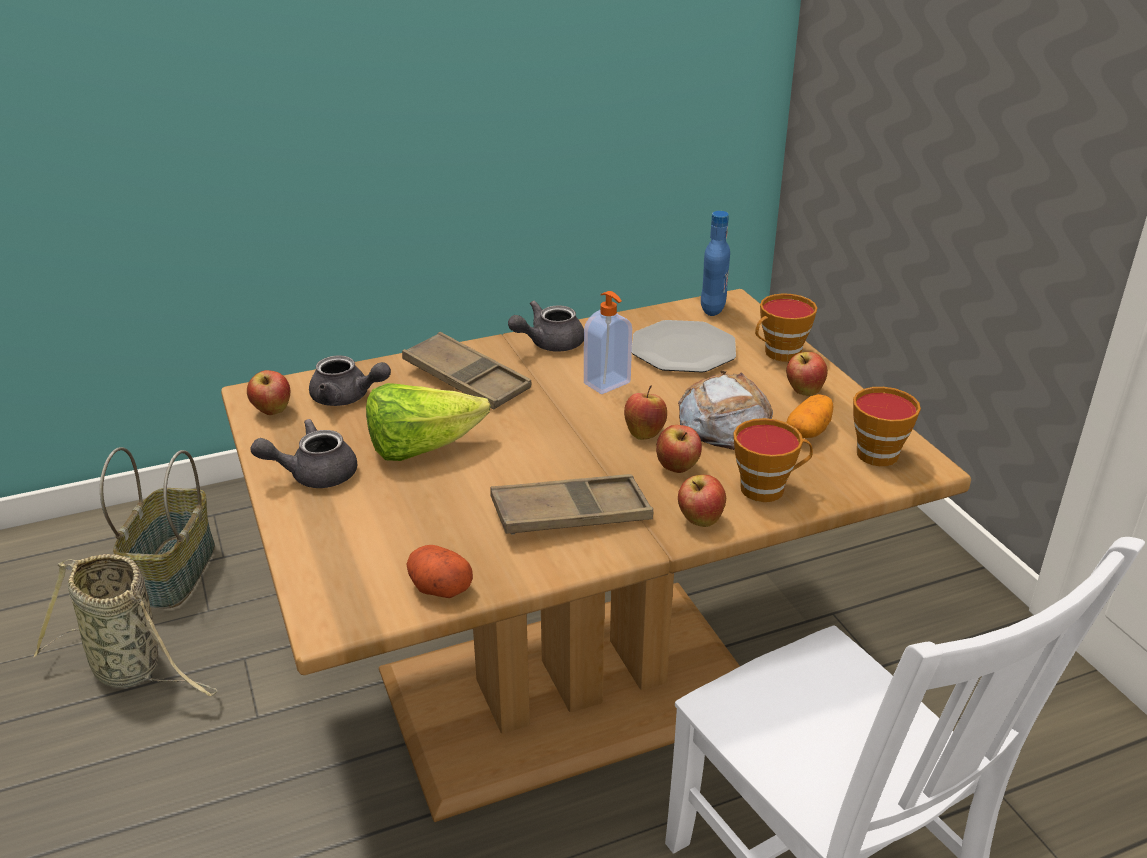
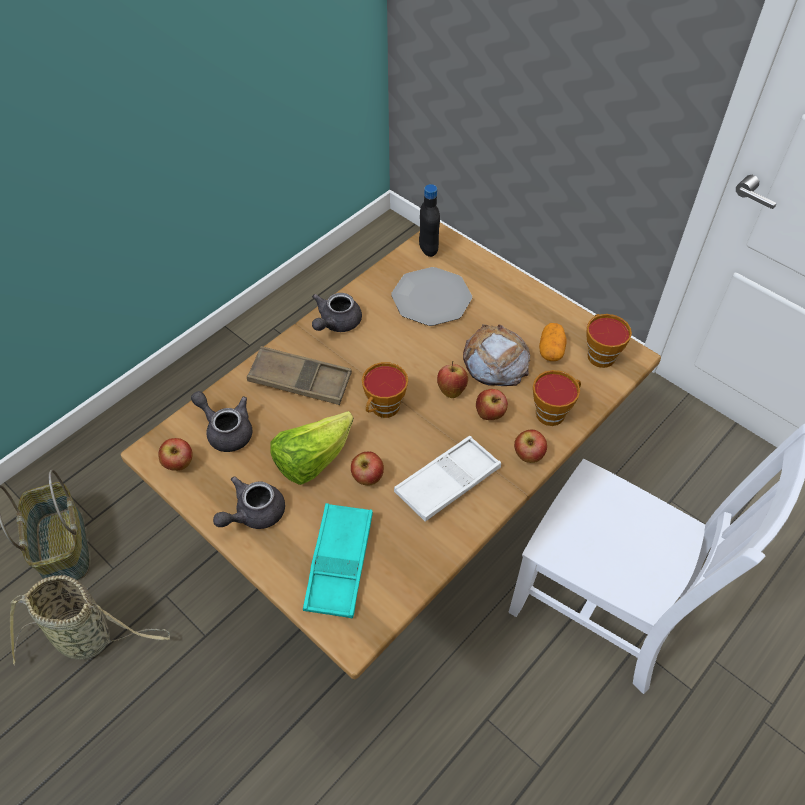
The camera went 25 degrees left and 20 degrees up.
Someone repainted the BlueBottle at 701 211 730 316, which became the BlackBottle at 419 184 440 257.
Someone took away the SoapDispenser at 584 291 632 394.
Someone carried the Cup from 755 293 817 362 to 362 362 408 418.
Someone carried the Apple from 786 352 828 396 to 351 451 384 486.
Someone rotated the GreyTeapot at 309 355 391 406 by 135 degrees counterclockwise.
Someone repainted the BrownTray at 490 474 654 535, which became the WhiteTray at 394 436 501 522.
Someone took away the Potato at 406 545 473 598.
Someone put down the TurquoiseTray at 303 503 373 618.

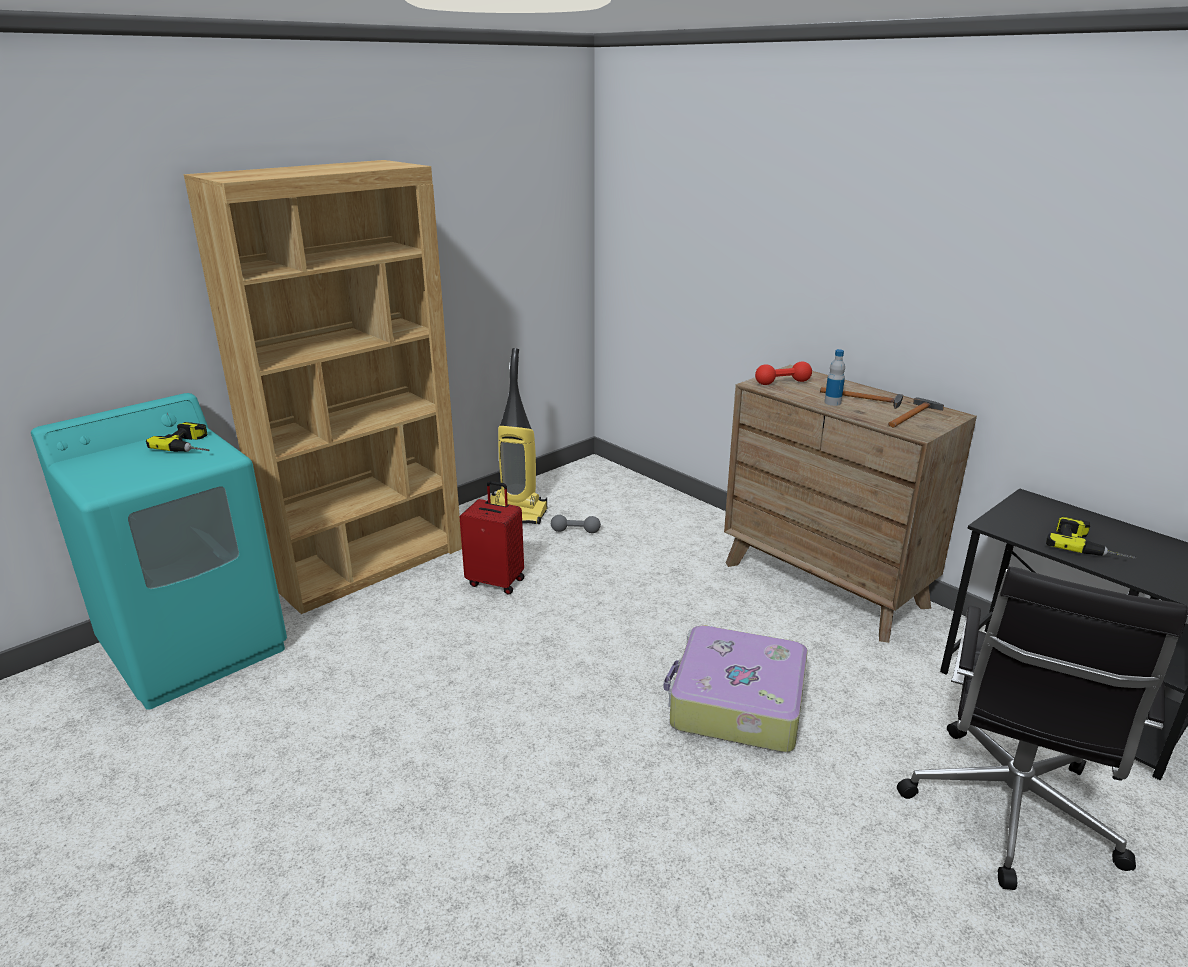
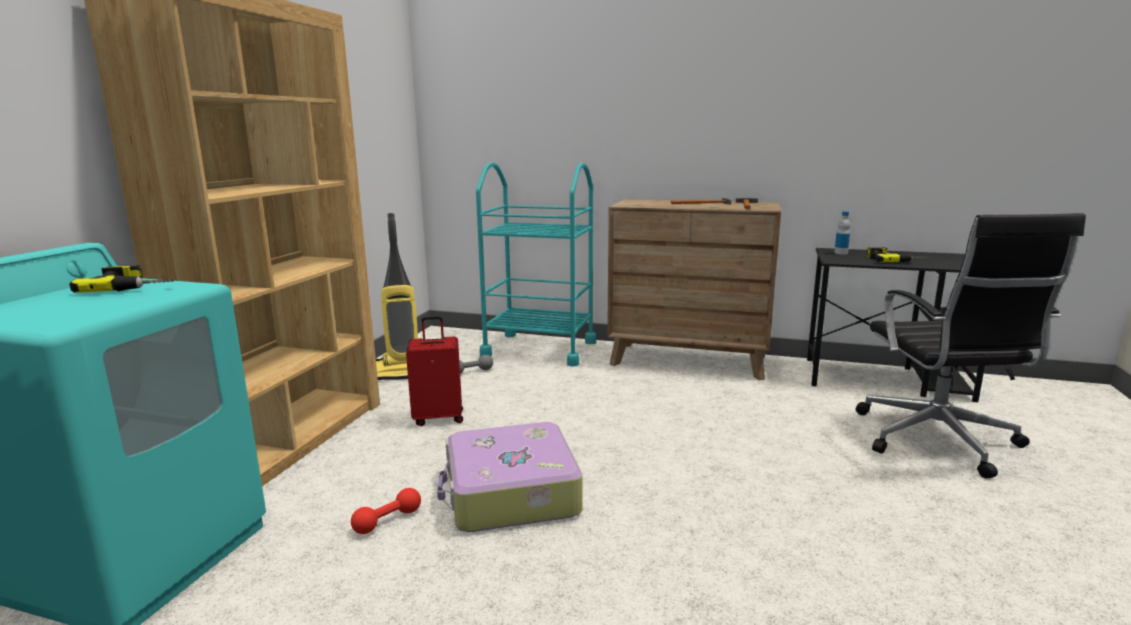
The camera went 30 degrees left and 10 degrees down.
Someone carried the Bottle from 824 349 845 406 to 834 211 850 254.
Someone carried the RedDumbbell from 755 362 812 385 to 351 488 421 534.
Someone carried the Suitcase from 663 626 808 752 to 437 422 583 532.
Someone put down the TurquoiseCart at 476 162 596 366.

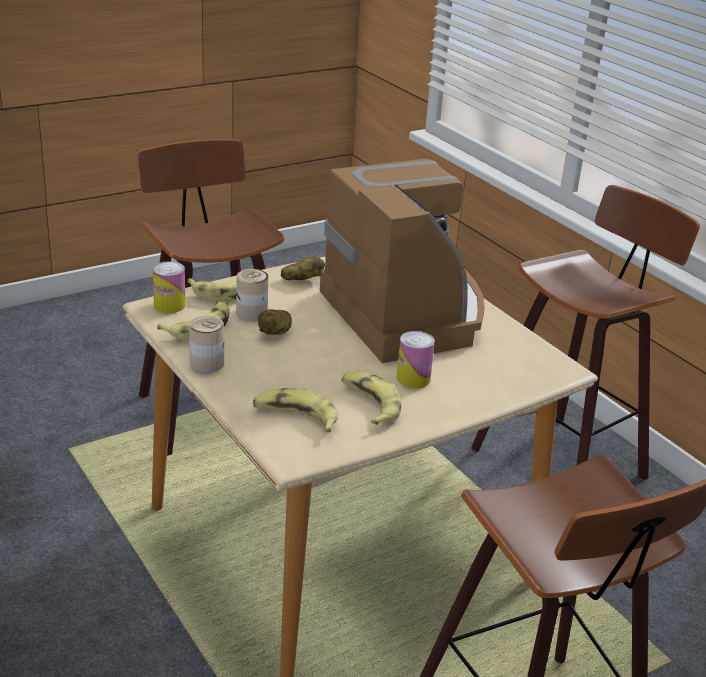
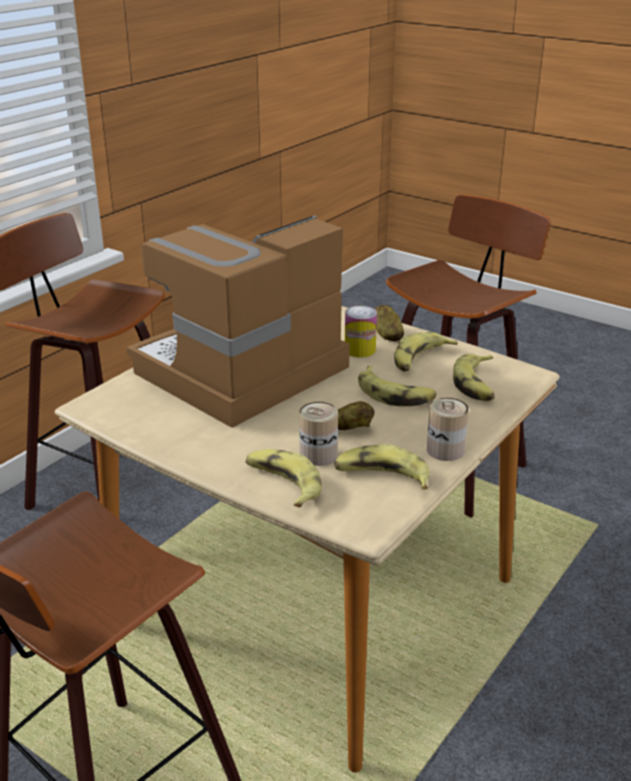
The camera went 110 degrees left and 0 degrees up.
Someone carried the Potato from 281 256 325 280 to 375 305 404 341.
Someone took away the Can at 153 261 186 313.
Someone put down the Banana at 358 365 436 406.

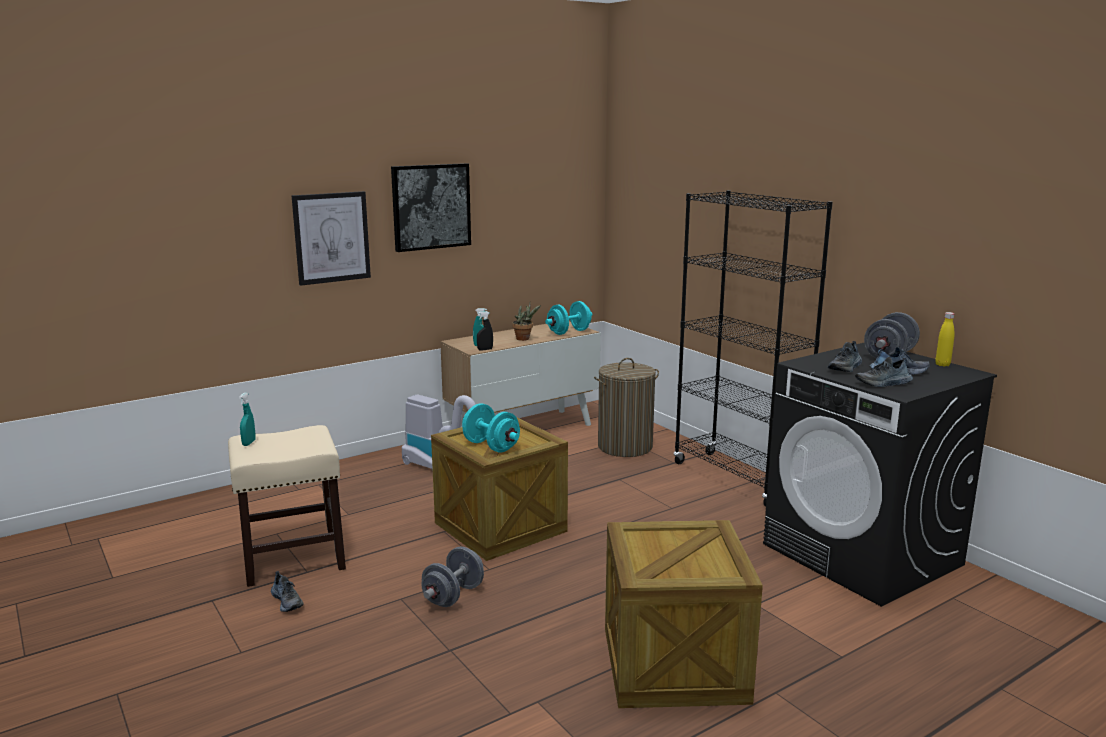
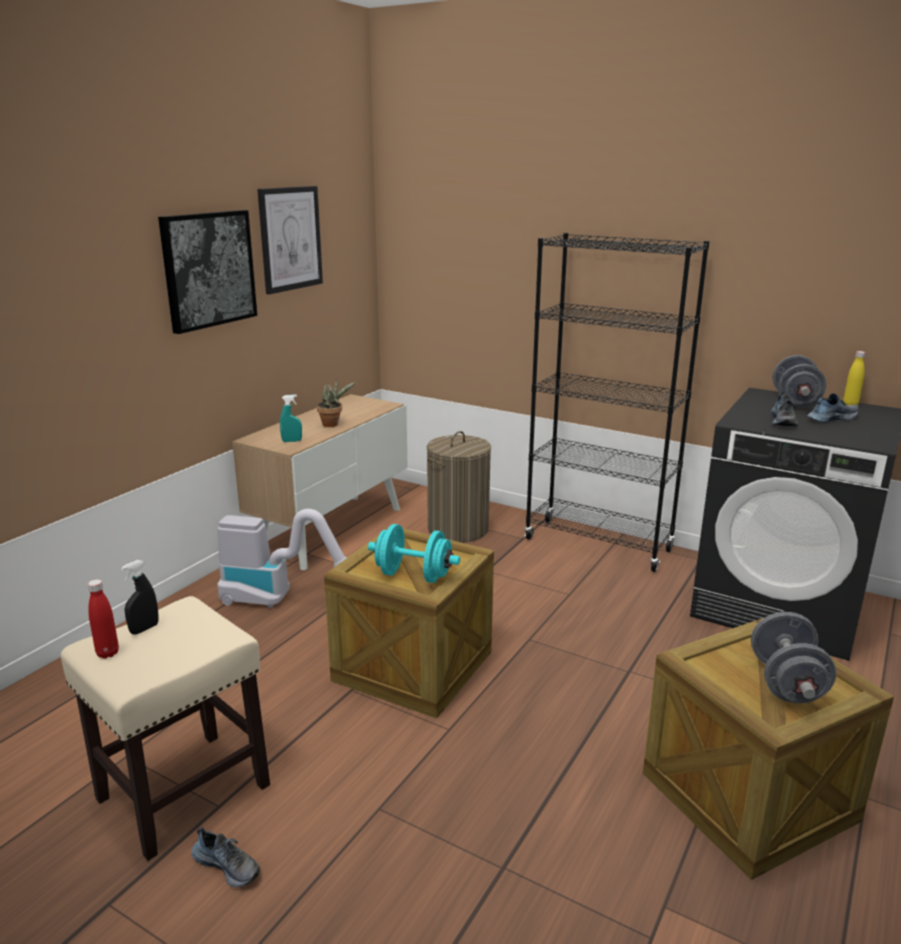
The camera went 25 degrees left and 5 degrees up.
Someone carried the Picture from 292 191 371 286 to 258 186 323 294.
Someone took away the TurquoiseDumbbell at 545 301 592 335.
Someone carried the BlackSprayBottle from 477 311 493 350 to 121 560 158 635.
Someone took away the Shoe at 855 357 913 387.
Someone swapped the TurquoiseSprayBottle at 239 392 256 446 for the RedBottle at 88 579 119 659.
Someone carried the GreyDumbbell from 421 547 484 607 to 751 612 837 703.

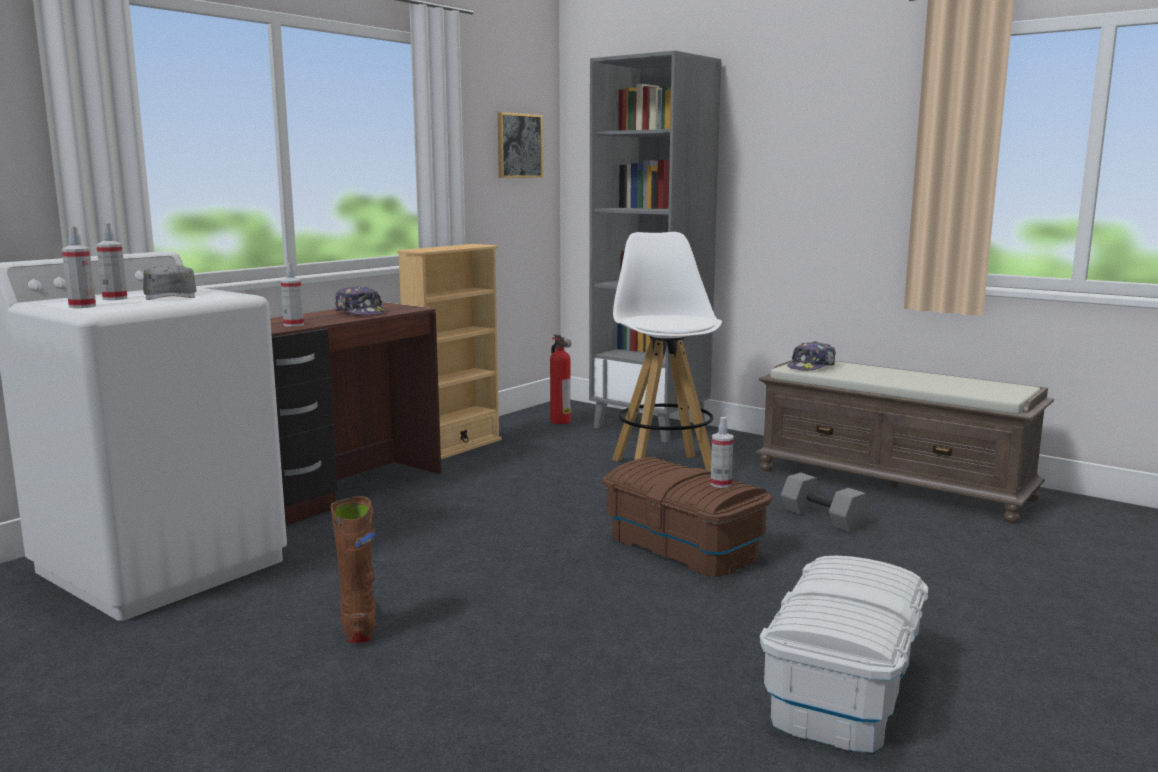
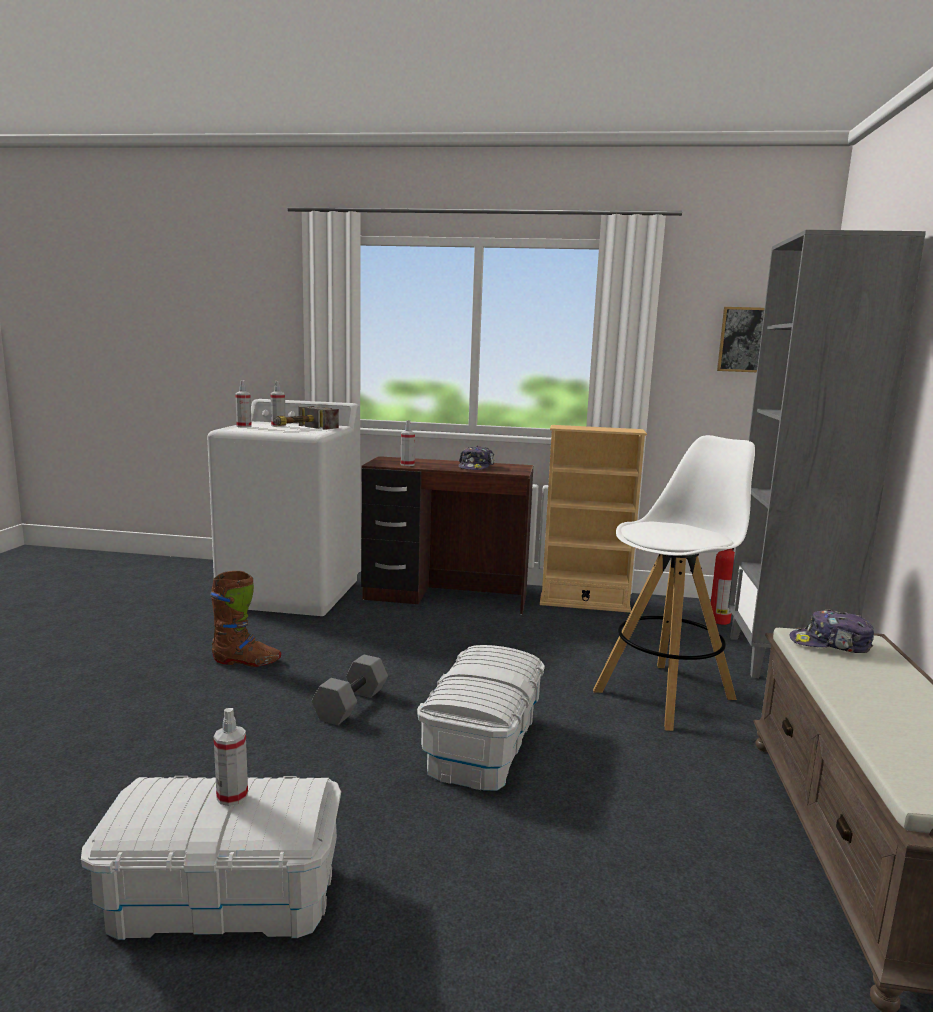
The camera went 60 degrees right and 0 degrees up.
Someone swapped the GreyCap at 143 264 196 300 for the Hammer at 273 406 339 430.
Someone carried the SprayBottle from 711 417 733 488 to 214 708 248 806.
Someone repainted the BrownStorageBox at 602 457 772 578, which became the WhiteStorageBox at 417 645 545 791.
Someone carried the GreyDumbbell from 781 473 870 533 to 312 654 388 725.
Someone rotated the BrownBoot at 331 496 376 643 by 45 degrees clockwise.

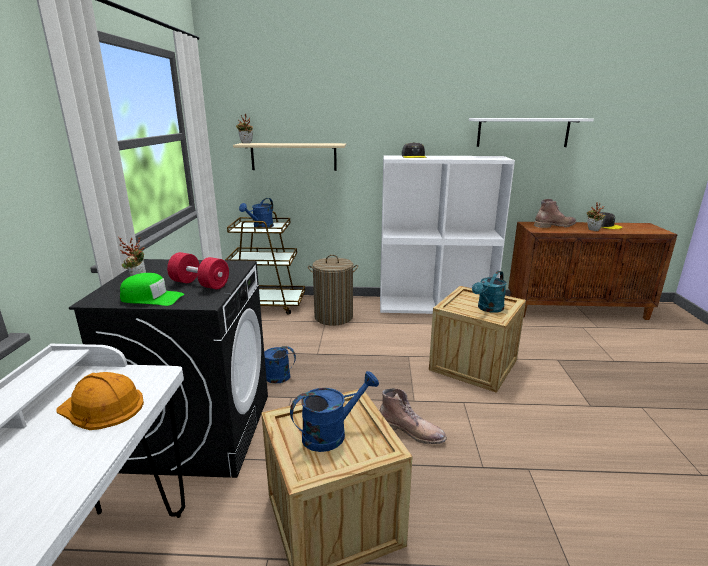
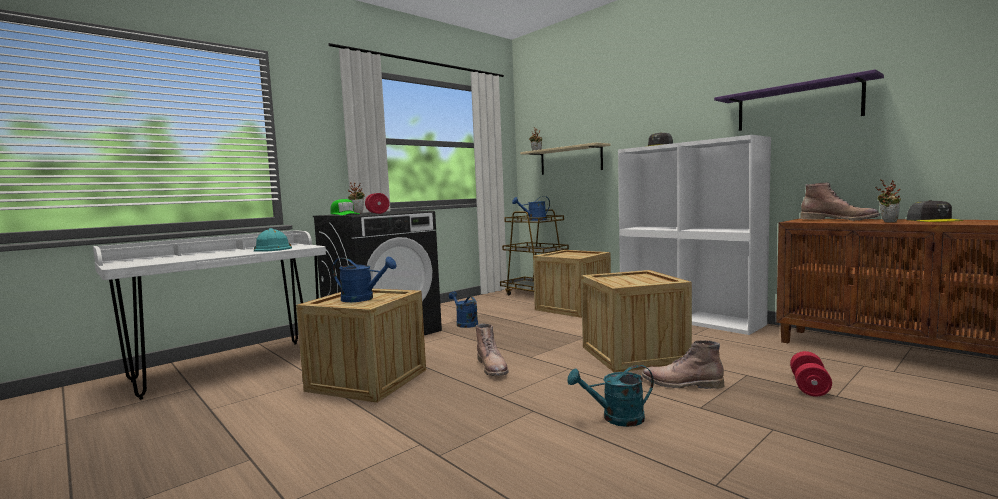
The camera went 45 degrees right and 15 degrees down.
Someone repainted the WhiteShelf at 469 118 594 147, which became the PurpleShelf at 714 69 884 131.
Someone swapped the LaundryBasket at 308 255 358 326 for the Crate at 533 250 611 318.
Someone carried the TurquoiseWateringCan from 472 271 507 313 to 568 365 654 427.
Someone repainted the OrangeHardHat at 56 372 144 430, which became the TurquoiseHardHat at 254 228 292 252.
Someone put down the BrownBoot at 642 340 725 389.
Someone put down the RedDumbbell at 790 351 832 397.

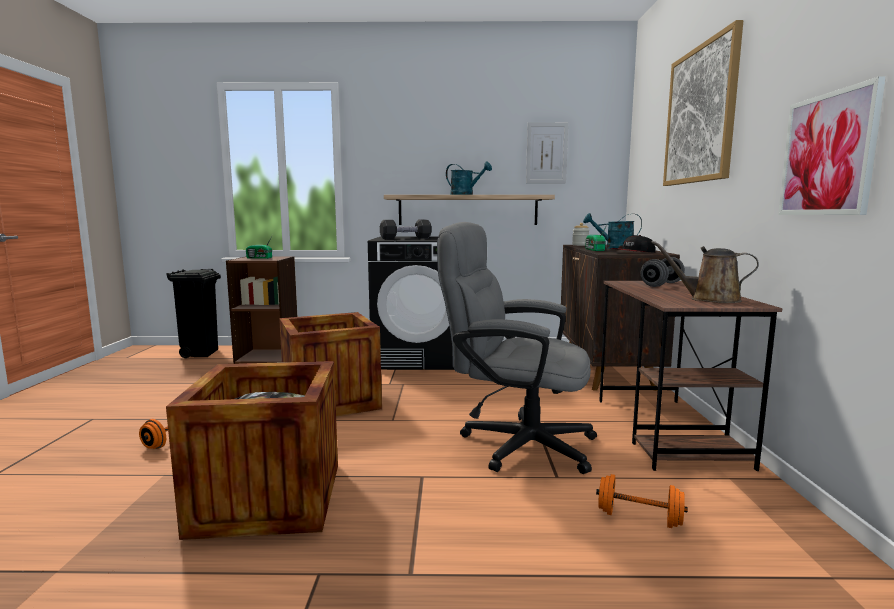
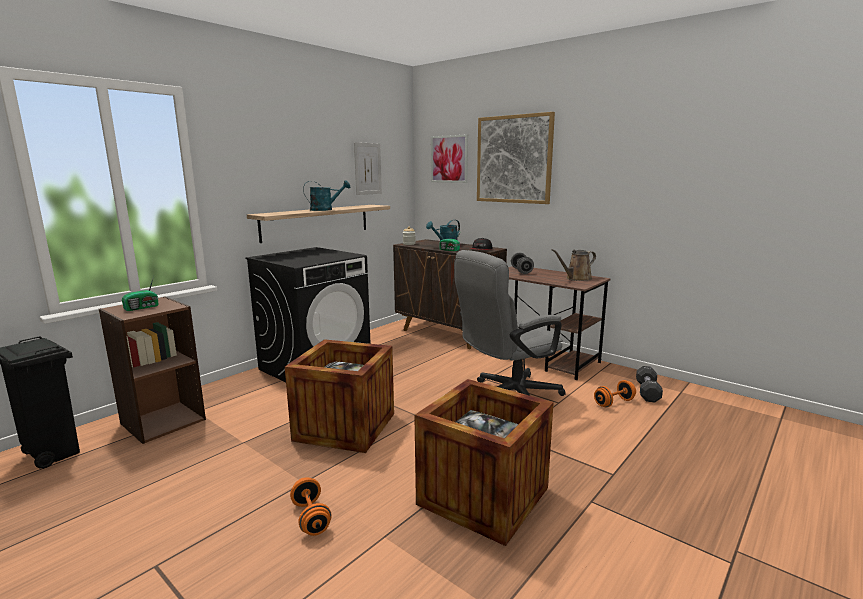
The camera went 50 degrees left and 5 degrees up.
Someone carried the Picture from 778 76 886 215 to 431 134 468 183.
Someone carried the BlackDumbbell from 380 220 432 239 to 636 366 663 402.

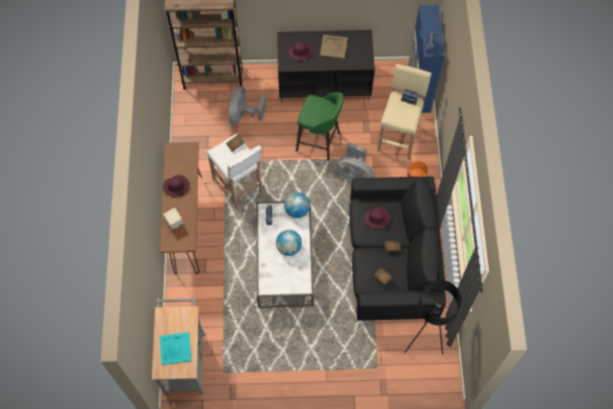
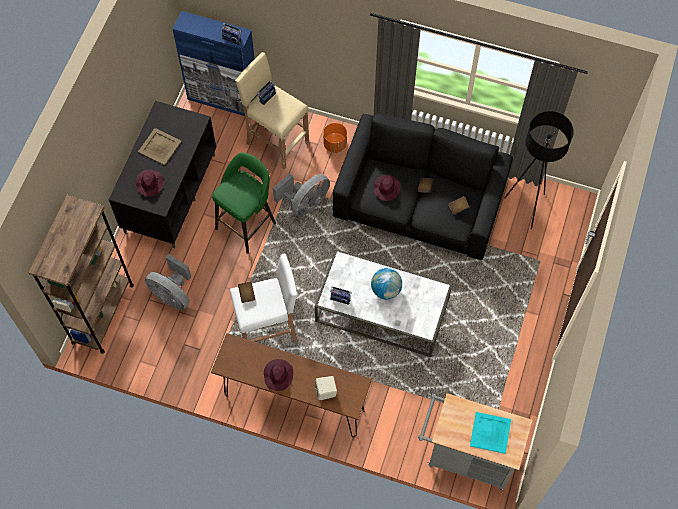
The camera went 70 degrees left and 0 degrees up.
Someone took away the Globe at 285 193 310 218.

